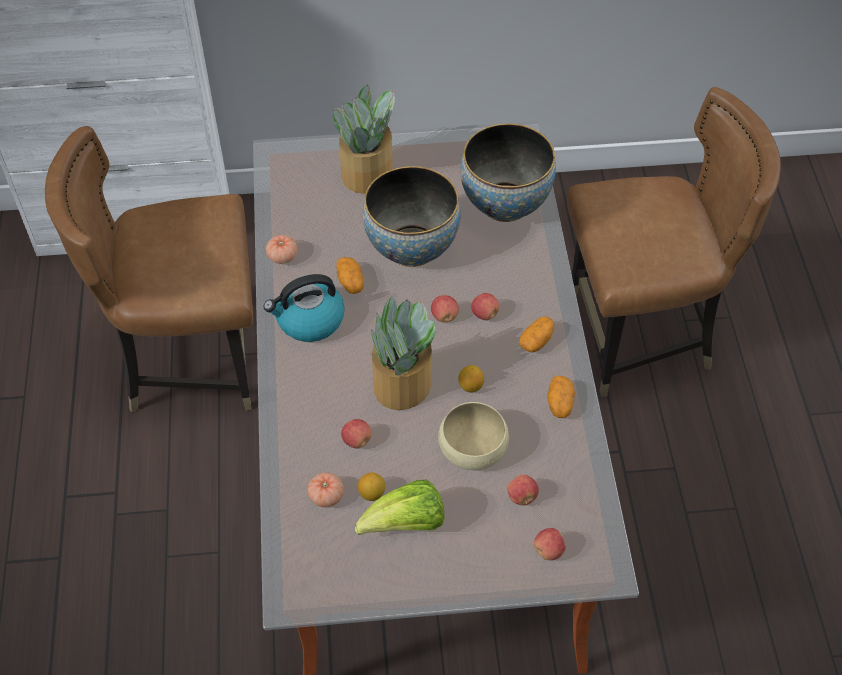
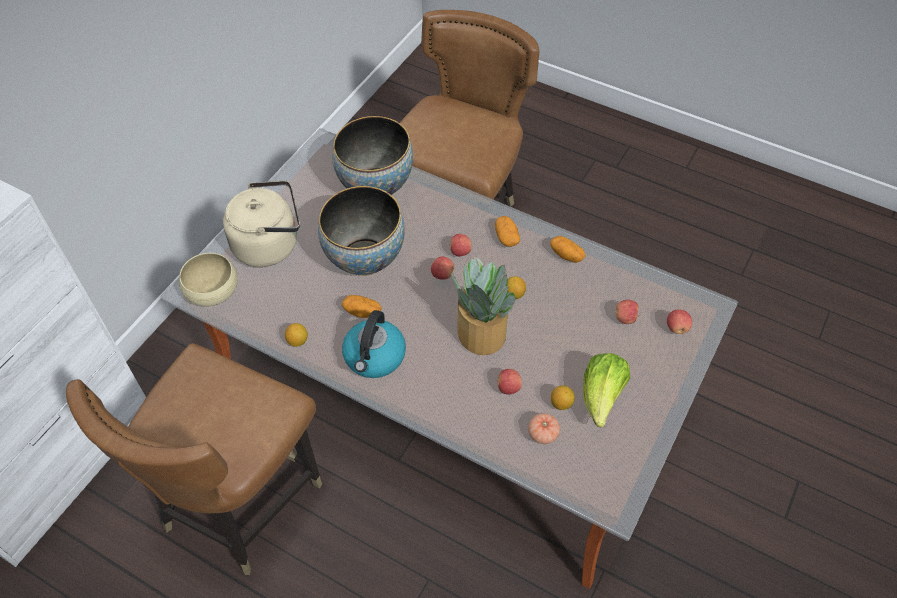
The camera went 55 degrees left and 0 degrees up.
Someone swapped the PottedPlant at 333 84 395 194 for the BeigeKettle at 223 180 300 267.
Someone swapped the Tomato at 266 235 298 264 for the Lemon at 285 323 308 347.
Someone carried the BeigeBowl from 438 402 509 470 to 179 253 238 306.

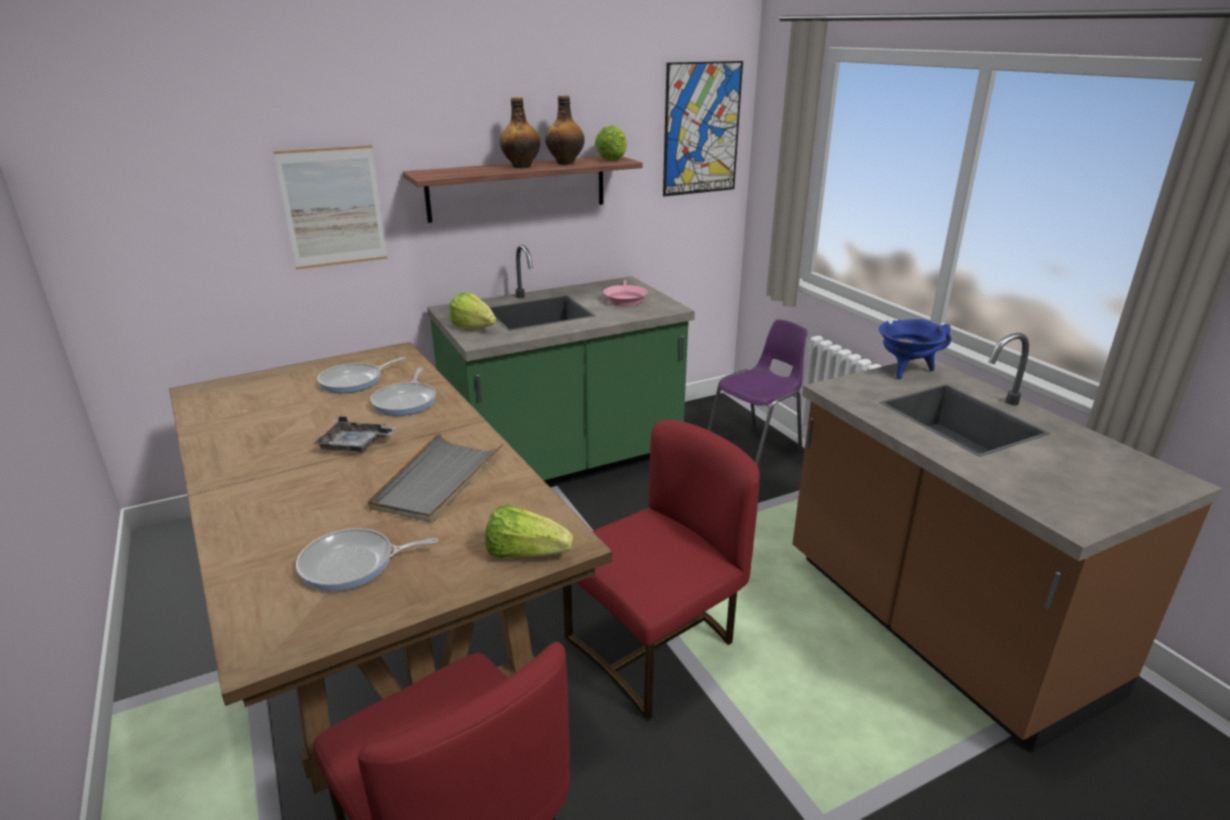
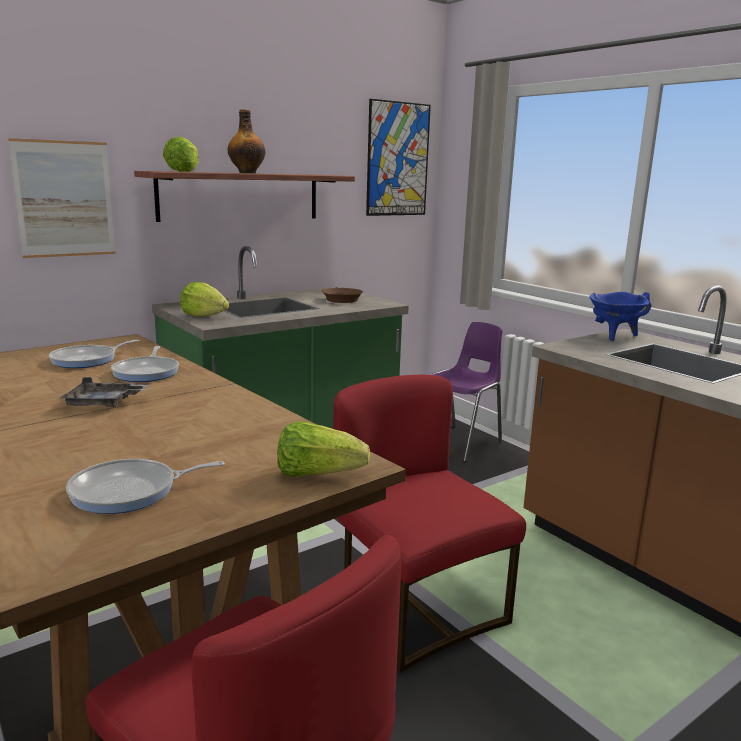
The camera went 10 degrees left and 10 degrees down.
Someone took away the Bottle at 545 95 585 165.
Someone carried the Lettuce from 595 125 627 160 to 163 137 199 172.
Someone repainted the PinkFryingPan at 603 280 648 306, which became the BrownFryingPan at 322 287 363 303.
Someone rotated the RedChair at 563 420 760 721 by 75 degrees counterclockwise.
Someone took away the GreyTray at 368 432 503 523.

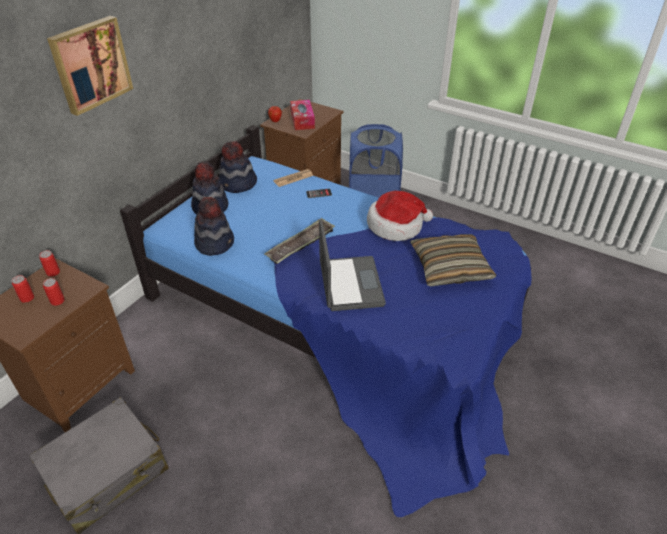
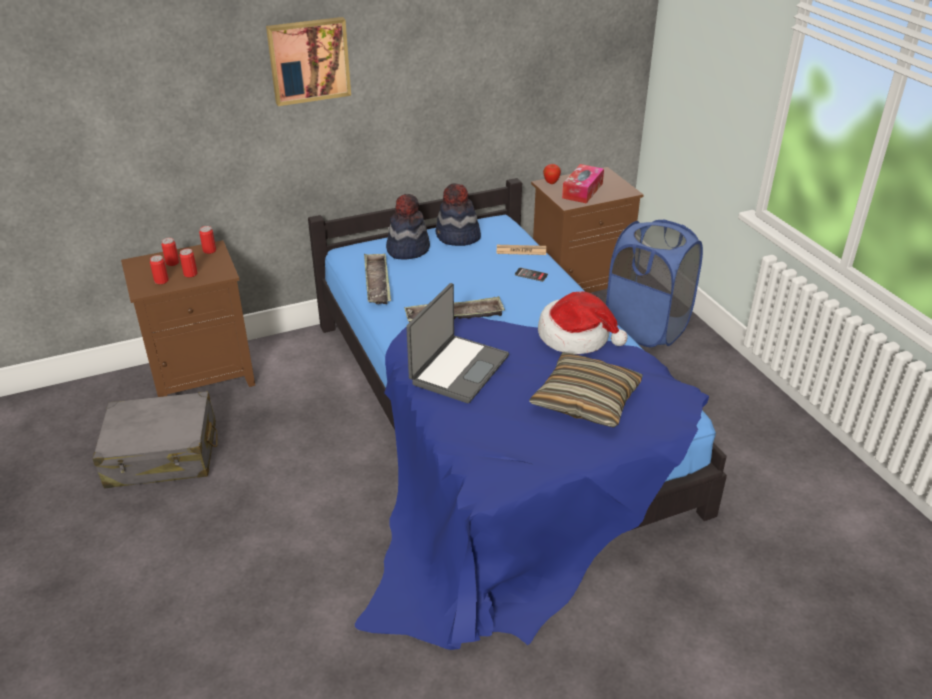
The camera went 35 degrees right and 5 degrees down.
Someone swapped the Hat at 194 197 234 256 for the Tray at 364 253 391 304.
Someone put down the Can at 150 255 169 284.

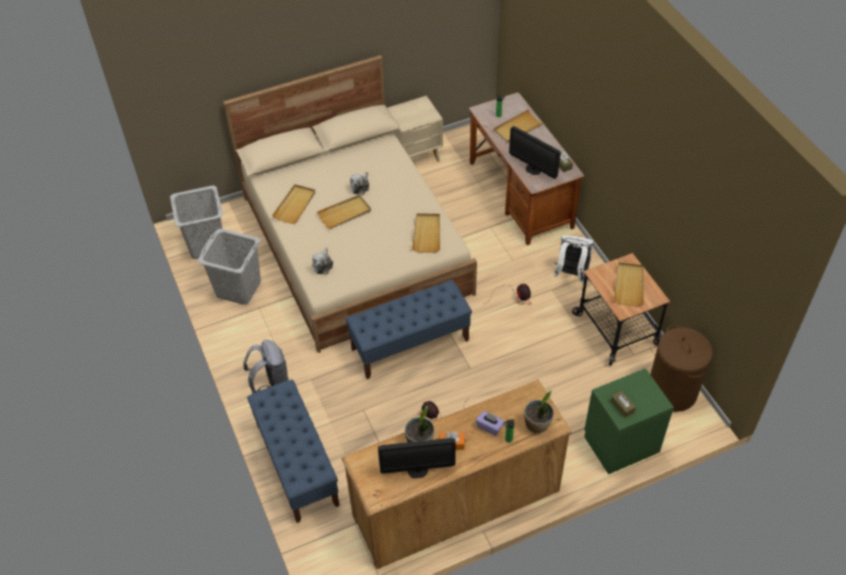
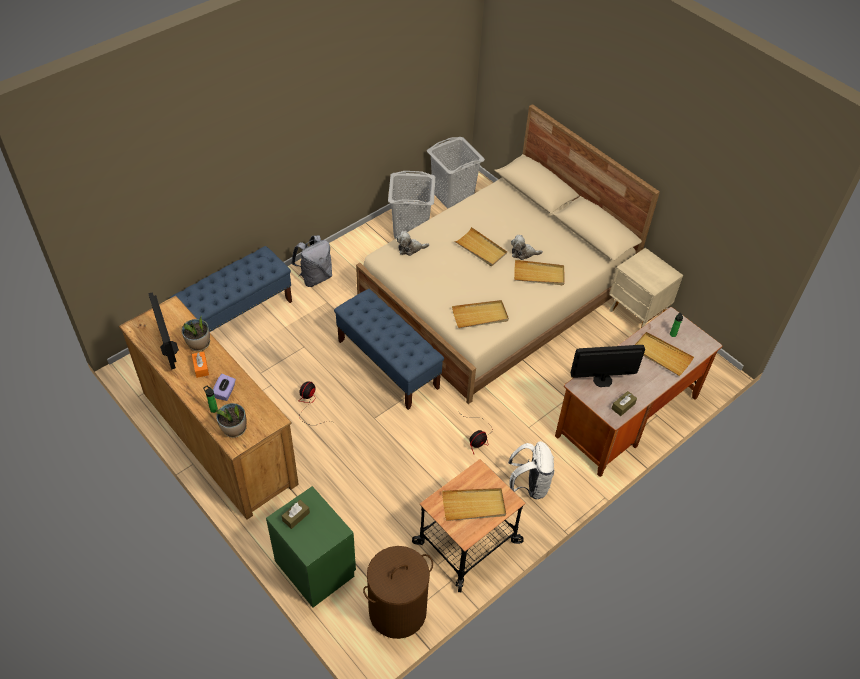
The camera went 70 degrees right and 0 degrees up.
Someone rotated the Monitor at 509 126 560 179 by 60 degrees clockwise.
Someone carried the BeigeTray from 272 184 315 224 to 514 260 565 285.

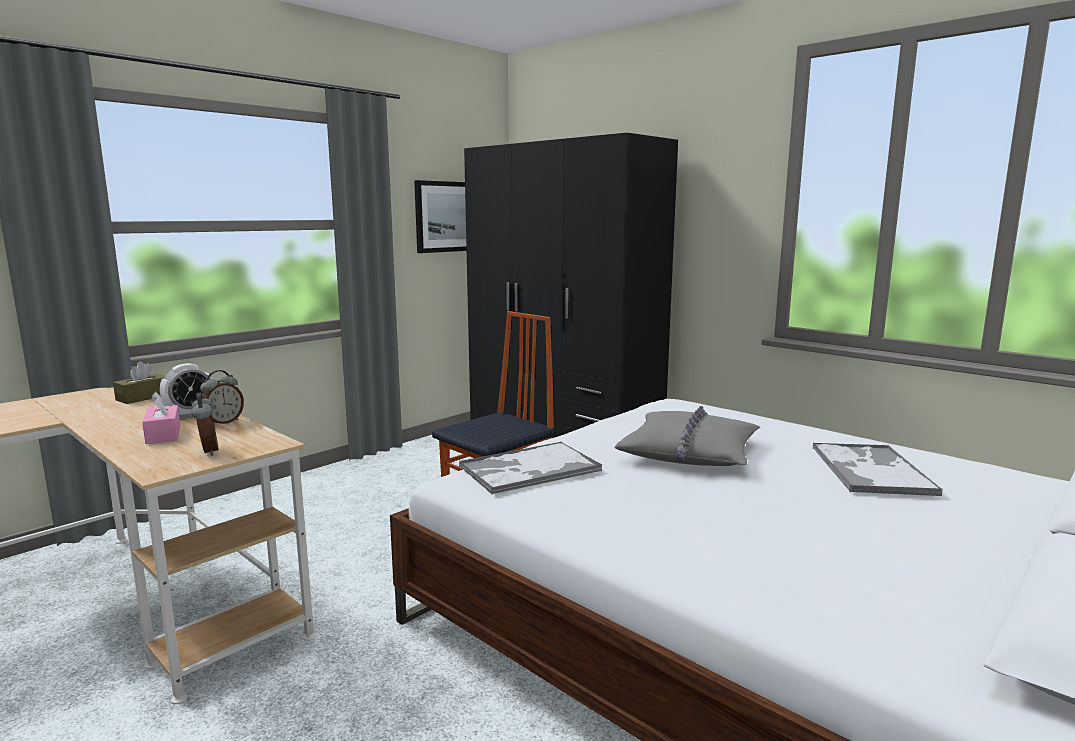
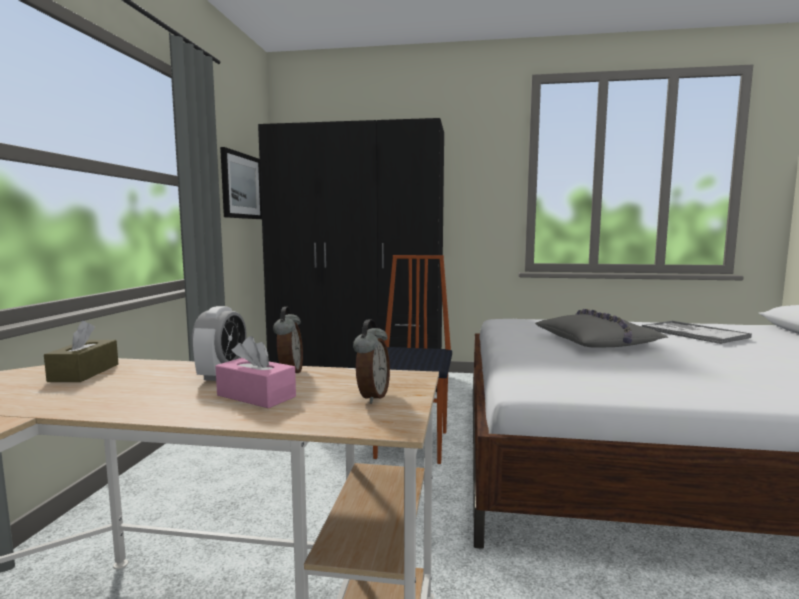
The camera went 35 degrees left and 5 degrees down.
Someone rotated the AlarmClock at 191 392 219 456 by 75 degrees clockwise.
Someone took away the Tray at 459 442 602 495.

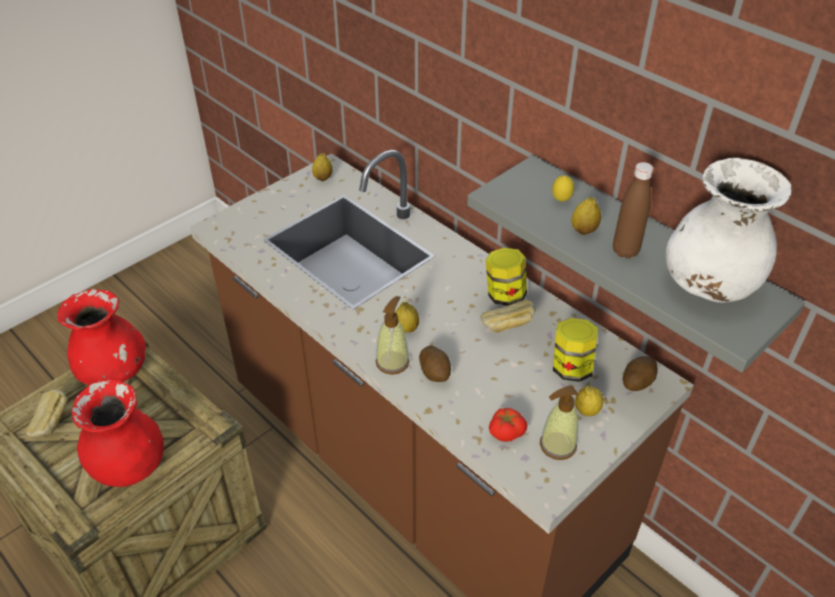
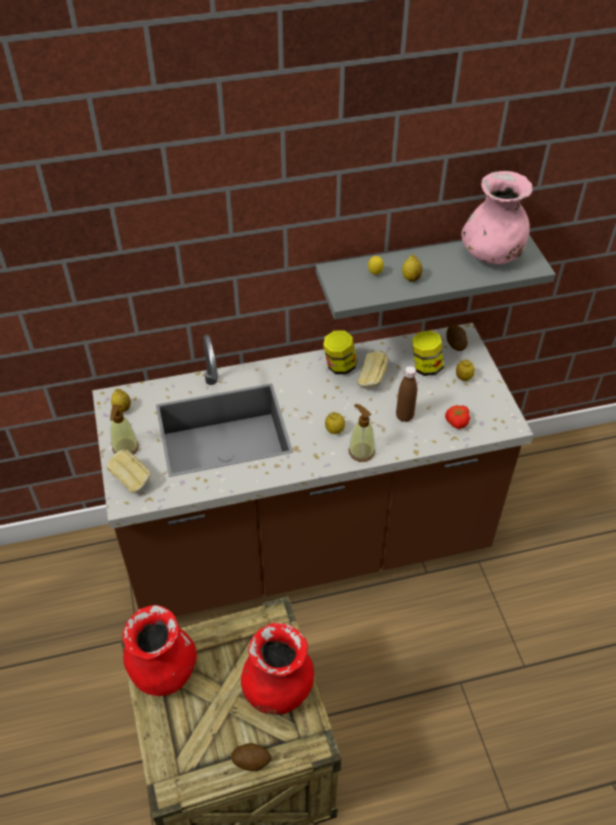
The camera went 60 degrees left and 5 degrees up.
Someone repainted the WhiteVase at 666 158 791 303, which became the PinkVase at 461 171 533 264.
Someone carried the BrownBottle from 613 162 653 258 to 396 366 417 422.
Someone carried the Potato from 419 345 451 382 to 231 743 271 771.
Someone carried the SoapDispenser from 540 385 579 460 to 110 404 139 455.
Someone carried the Bread from 26 390 68 437 to 107 449 151 494.

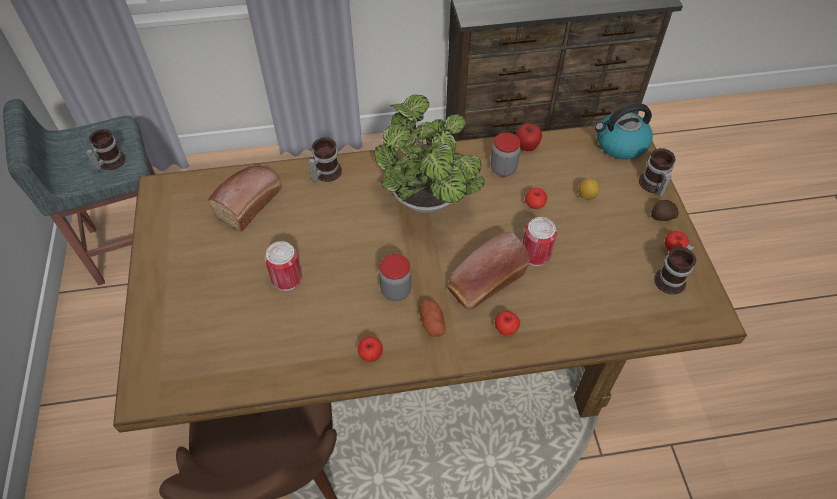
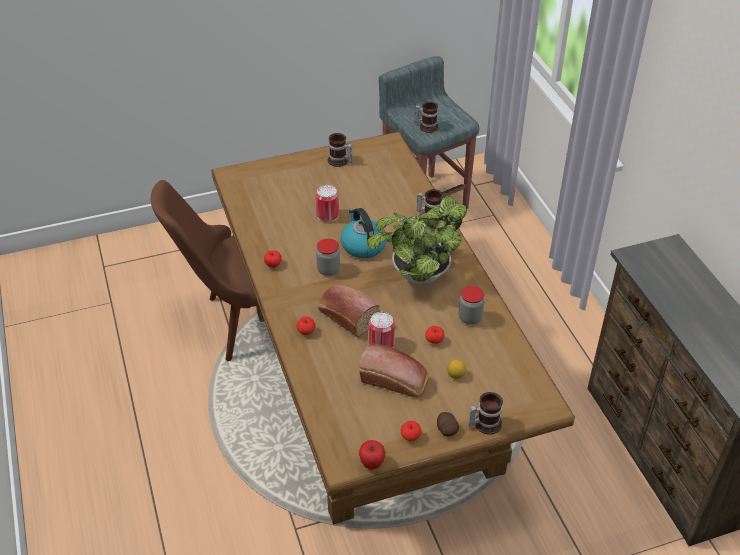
The camera went 80 degrees right and 10 degrees down.
Someone carried the Kettle from 595 103 653 160 to 341 208 387 258.
Someone carried the Apple from 516 124 542 151 to 359 440 386 470.
Someone carried the Bread from 208 166 282 232 to 359 343 429 398.
Someone carried the Mug from 654 244 696 295 to 328 133 353 167.
Someone took away the Potato at 419 299 446 337.

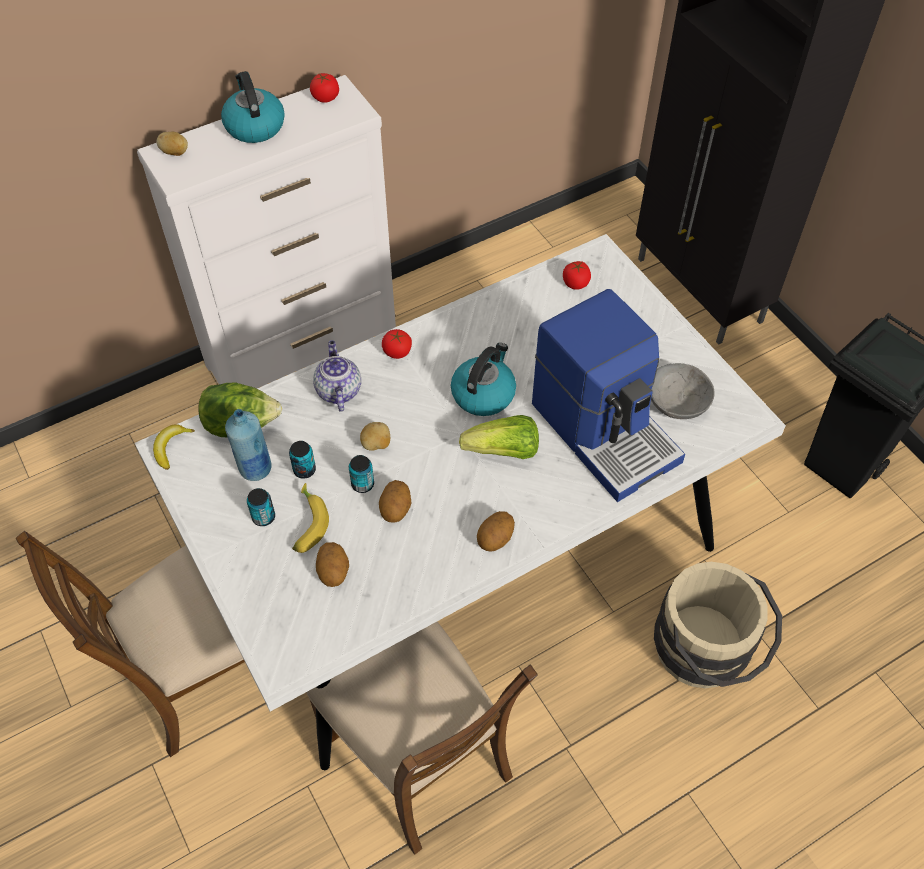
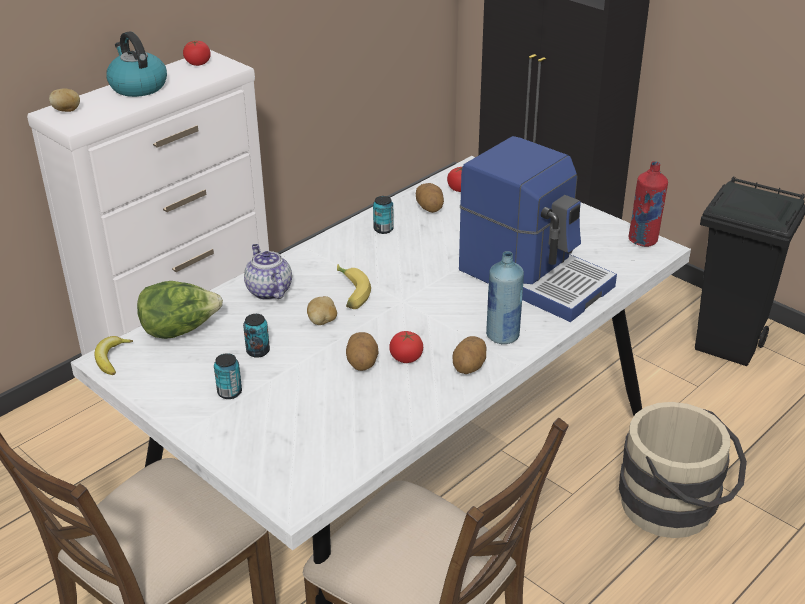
The camera went 15 degrees left and 20 degrees down.
Someone carried the Tomato from 382 329 412 359 to 389 331 423 363.
Someone took away the Kettle at 451 343 516 416.
Someone took away the GreyBowl at 651 363 715 419.
Someone carried the BlueBottle from 225 409 272 481 to 486 251 524 344.
Someone took away the Lettuce at 459 415 539 459.
Someone carried the Can from 349 455 374 493 to 373 196 394 234.
Someone carried the Banana from 292 483 329 553 to 337 264 371 309.
Someone carried the Potato from 316 542 349 587 to 416 183 444 213.
Someone put down the RedBottle at 629 161 668 247.

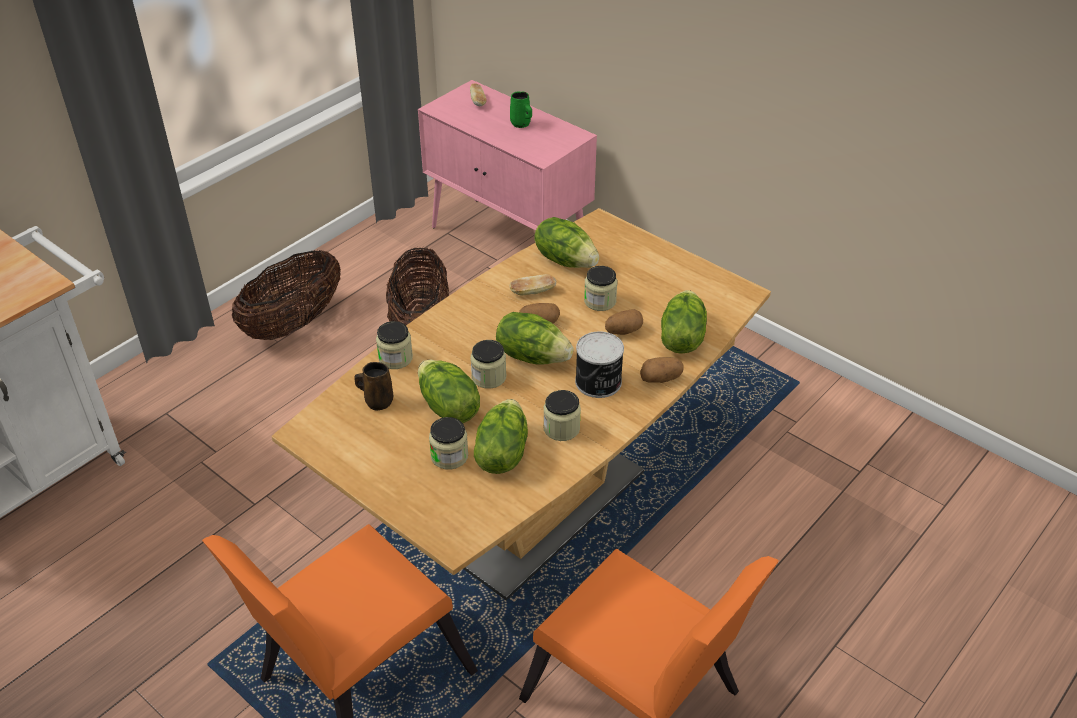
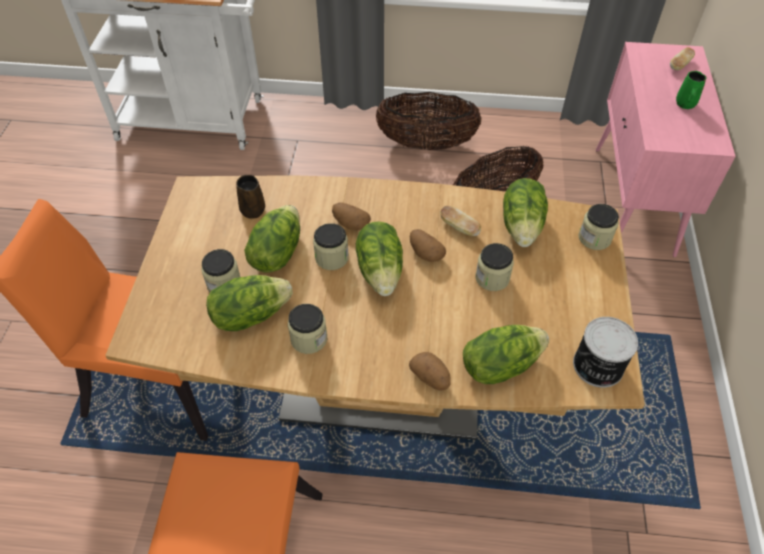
The camera went 55 degrees right and 10 degrees up.
Someone carried the Potato from 605 309 643 335 to 332 202 371 231.
Someone carried the Jar from 376 321 413 369 to 578 204 619 250.
Someone carried the Can from 575 331 624 398 to 573 317 638 388.

